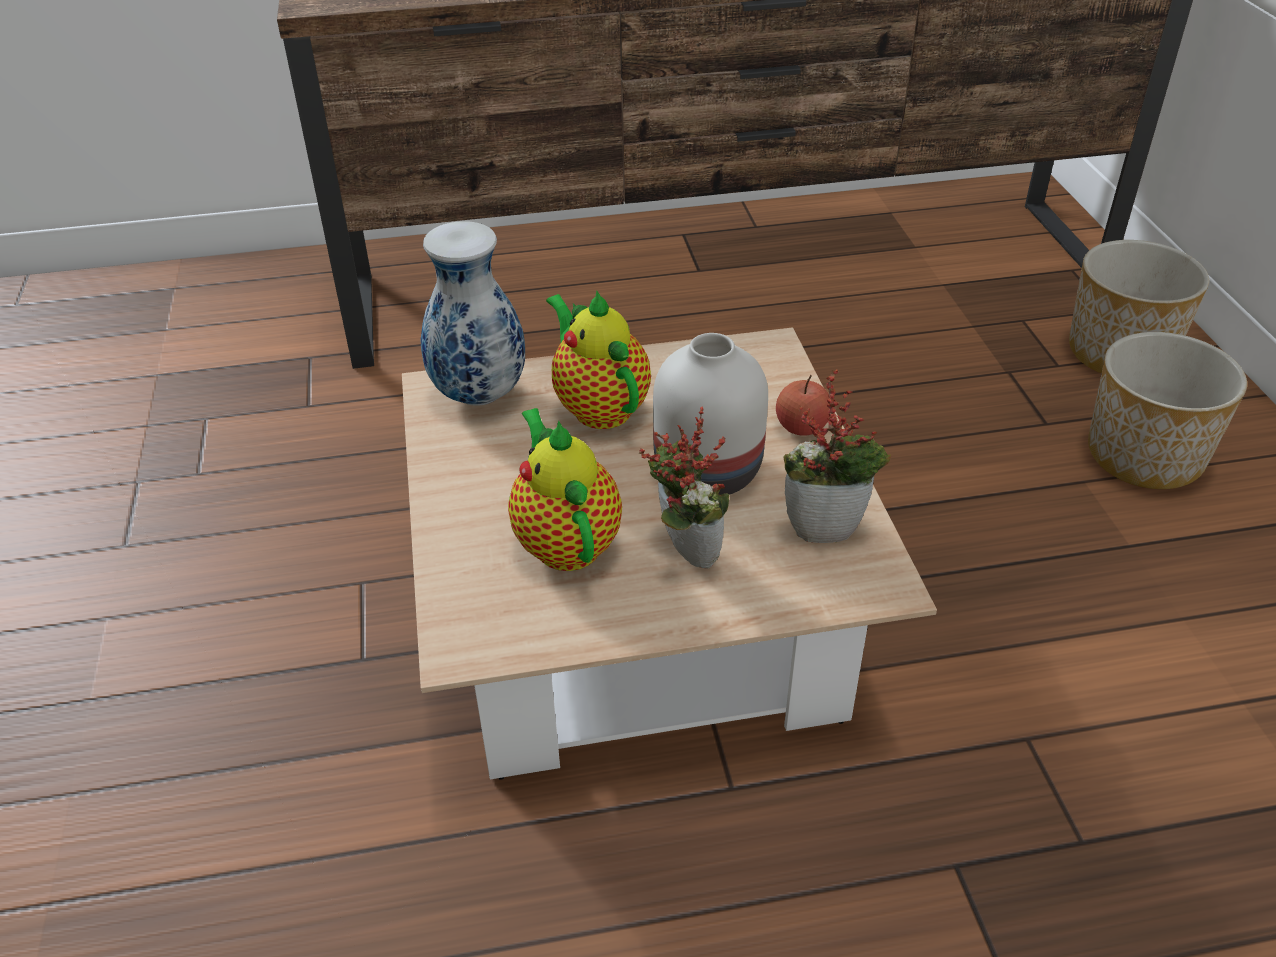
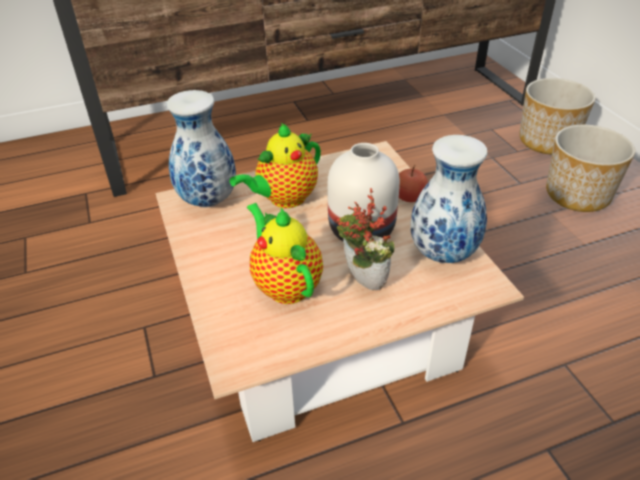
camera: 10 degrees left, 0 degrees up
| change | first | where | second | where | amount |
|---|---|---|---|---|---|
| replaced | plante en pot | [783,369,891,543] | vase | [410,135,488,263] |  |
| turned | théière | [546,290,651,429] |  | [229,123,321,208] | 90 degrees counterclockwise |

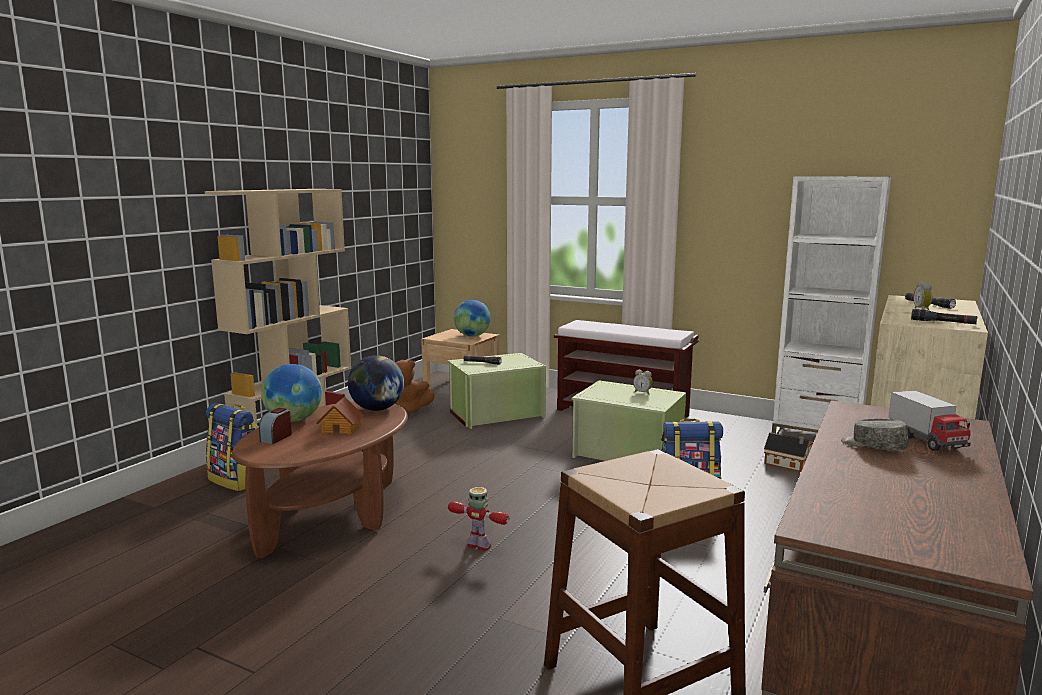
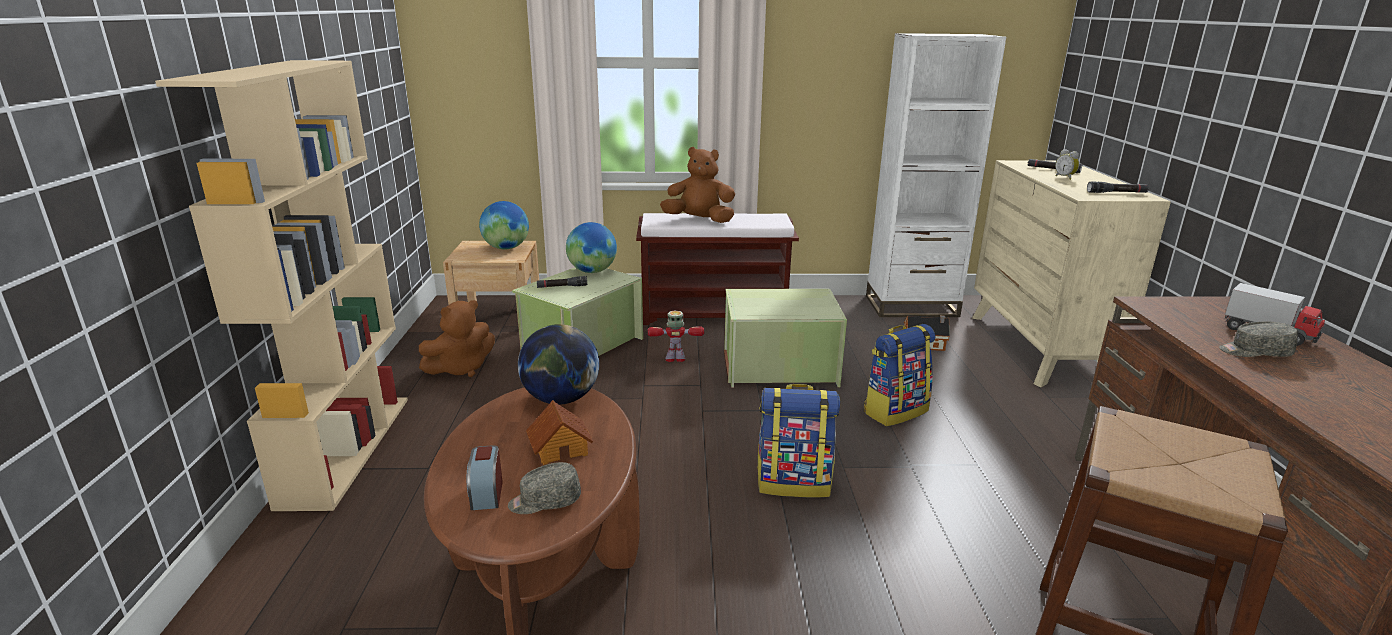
camera: 30 degrees left, 10 degrees up
| change | first | where | second | where | amount |
|---|---|---|---|---|---|
| removed | réveil | [633,369,653,395] |  |  |  |
| added |  |  | casquette/gris | [508,462,581,514] |  |
| added |  |  | peluche/marron | [660,147,735,223] |  |
| moved | sac à dos | [206,403,257,491] |  | [757,384,840,498] |  |
| moved | globe | [261,364,322,422] |  | [566,222,617,273] |  |
| moved | robot jouet | [448,487,509,551] |  | [648,310,704,362] |  |

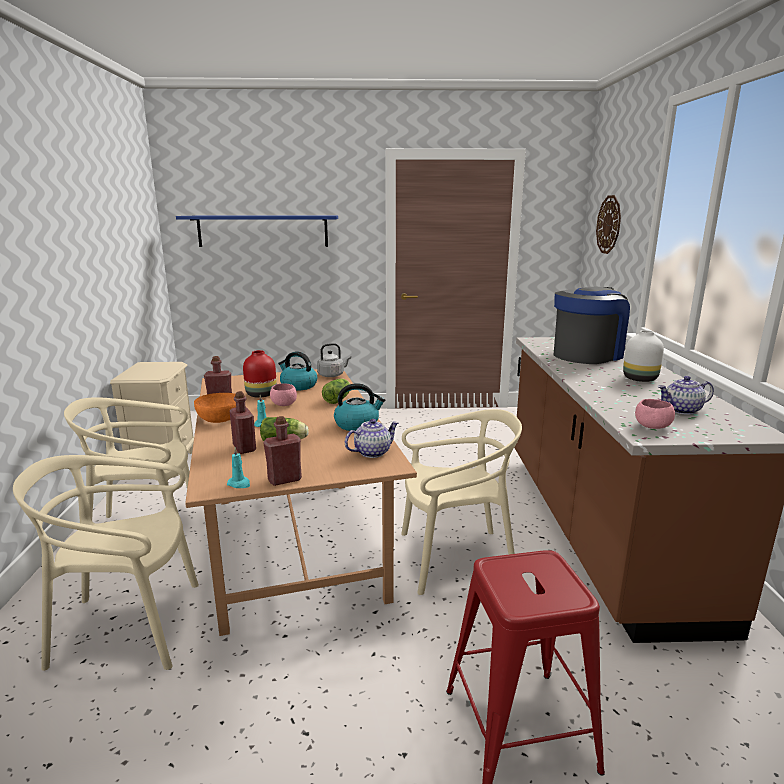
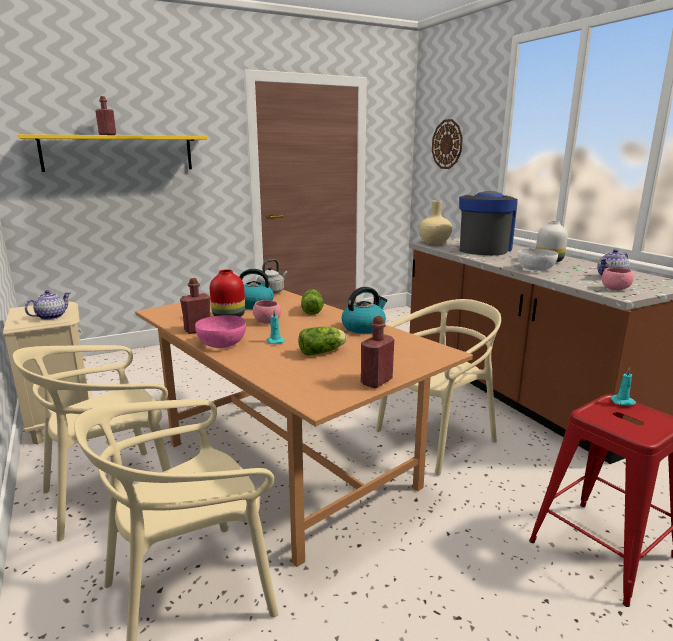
camera: 25 degrees left, 0 degrees up
| change | first | where | second | where | amount |
|---|---|---|---|---|---|
| added |  |  | vase/beige | [418,200,452,245] |  |
| added |  |  | bol/blanc | [517,249,558,271] |  |
| moved | bougie/turquoise | [227,447,250,488] |  | [611,367,636,406] |  |
| moved | bouteille/rouge | [230,391,256,454] |  | [96,96,116,135] |  |
| moved | théière | [345,419,399,458] |  | [25,290,71,320] |  |
| recoloured | étagère/bleu | [176,216,338,247] | étagère/jaune | [18,134,207,172] |  |
| recoloured | bol/orange | [194,393,236,423] | bol/rose | [195,315,246,348] |  |

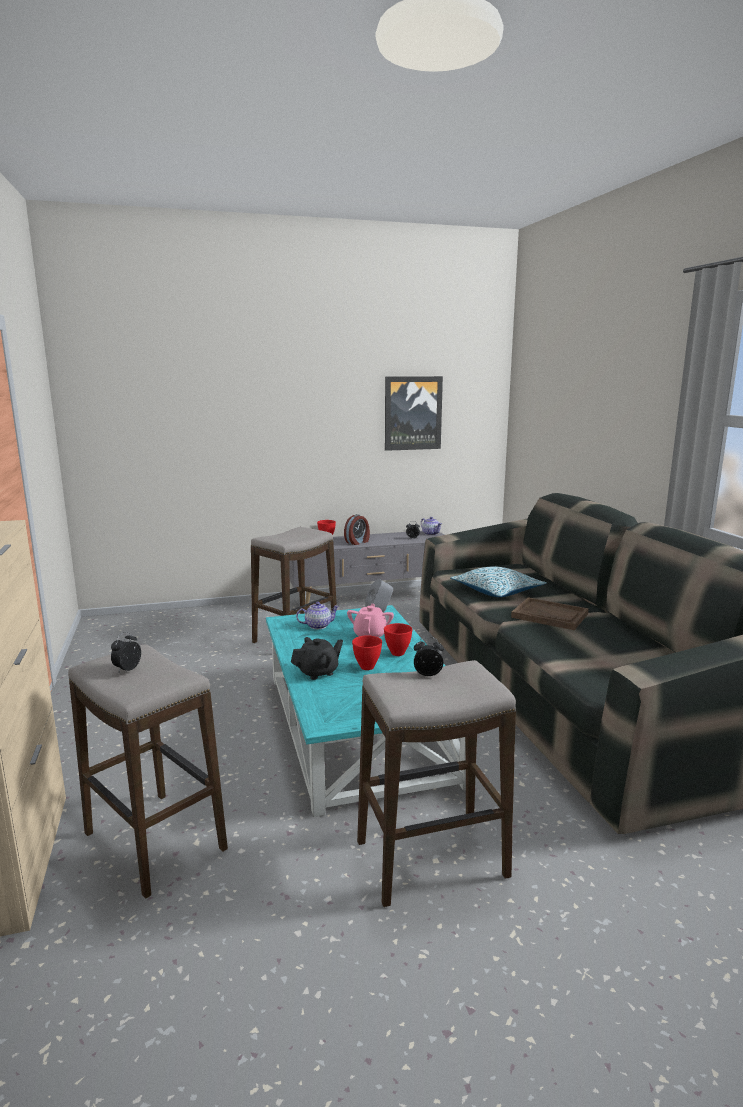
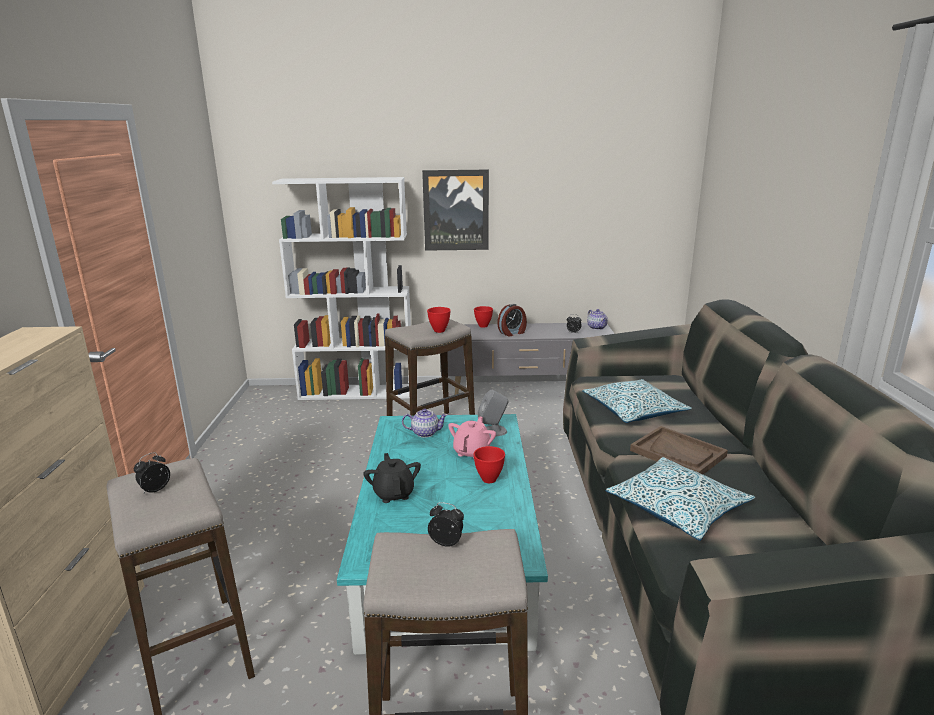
camera: 15 degrees right, 5 degrees up
| change | first | where | second | where | amount |
|---|---|---|---|---|---|
| added |  |  | bibliothèque/blanc | [272,177,411,400] |  |
| added |  |  | coussin | [606,457,755,541] |  |
| moved | bol/rouge | [352,635,382,670] |  | [427,307,451,333] |  |
| moved | tableau | [385,376,443,451] |  | [422,170,489,251] |  |
| turned | théière/noir | [291,637,343,680] |  | [363,453,421,503] | 90 degrees counterclockwise |

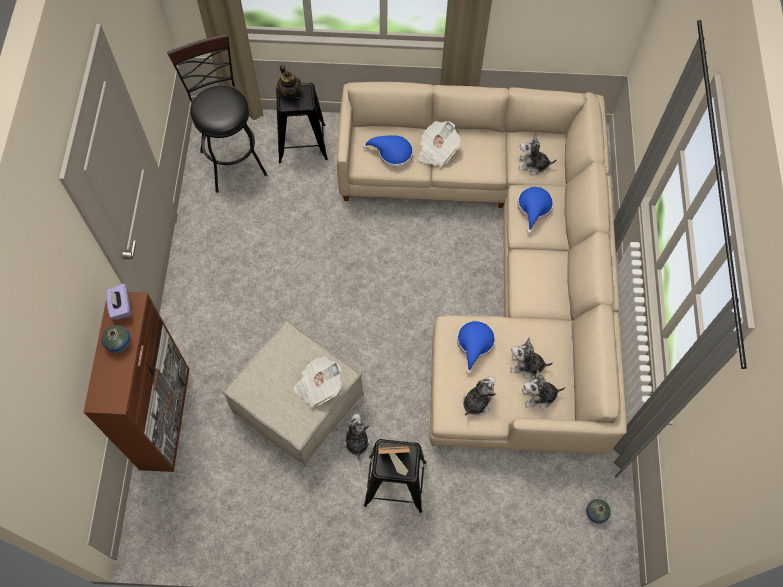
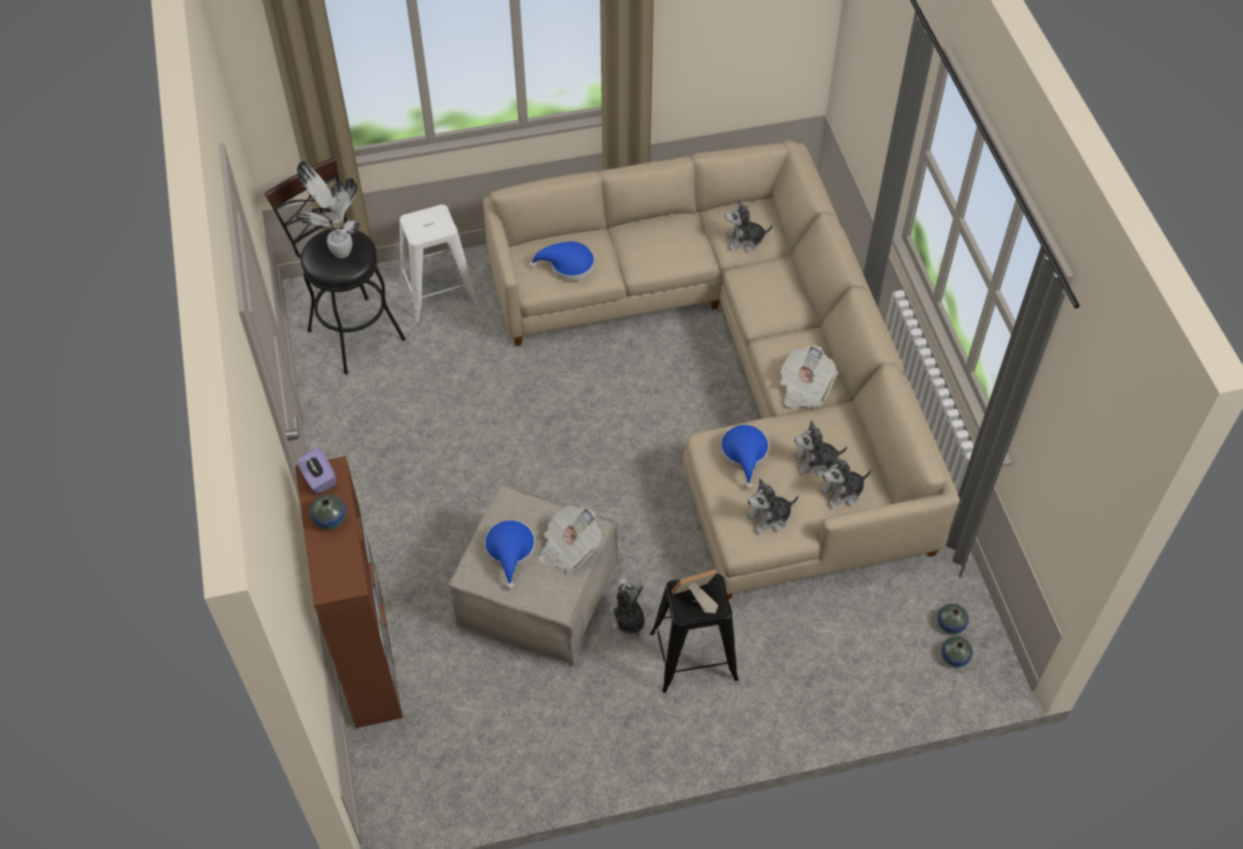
camera: 15 degrees left, 10 degrees down
| change | first | where | second | where | amount |
|---|---|---|---|---|---|
| removed | théière | [277,65,301,99] |  |  |  |
| added |  |  | plante en pot | [296,161,360,258] |  |
| added |  |  | vase | [941,636,973,667] |  |
| moved | journal | [418,121,461,167] |  | [780,345,837,408] |  |
| moved | chapeau/bleu | [517,187,553,234] |  | [484,520,535,589] |  |
| recoloured | tabouret/noir | [276,83,328,163] | tabouret/blanc | [400,204,478,322] |  |
| turned | peluche | [463,376,496,415] |  | [746,478,798,534] | 135 degrees counterclockwise |

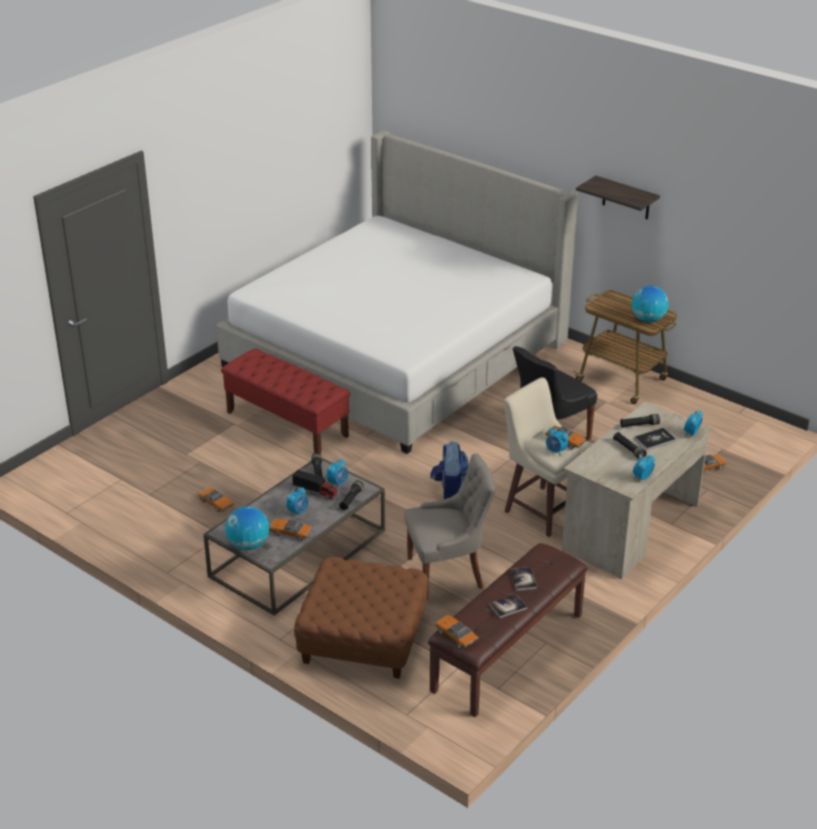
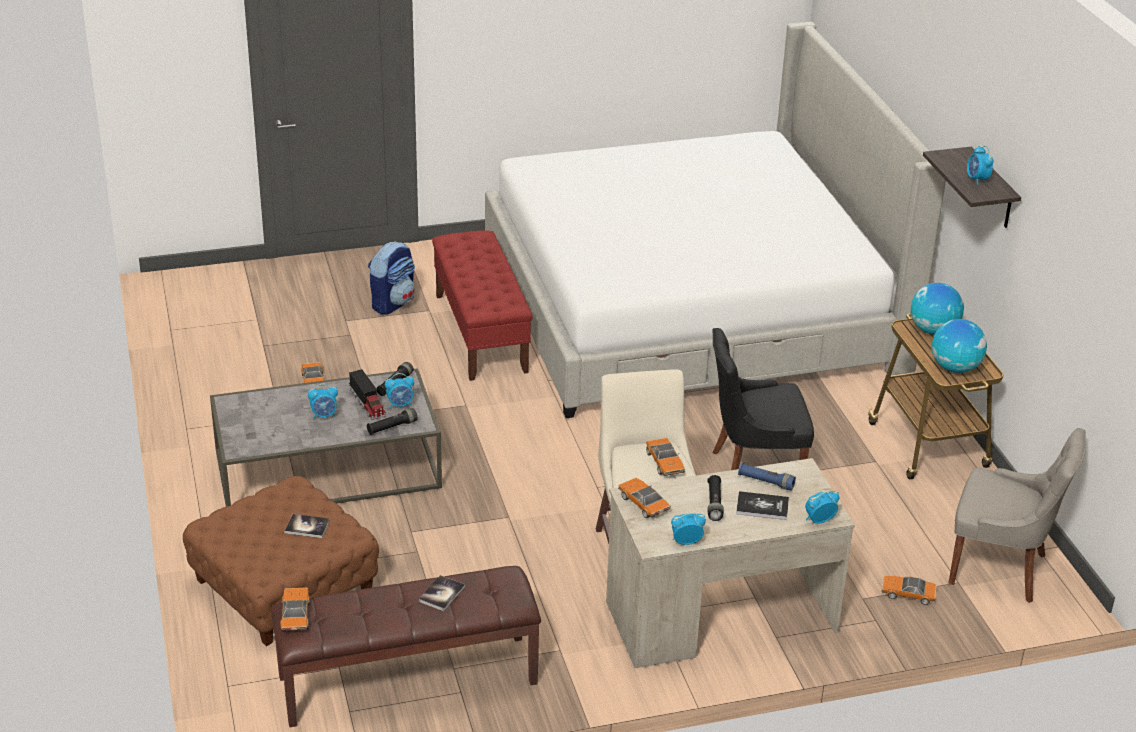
camera: 35 degrees right, 0 degrees up
| change | first | where | second | where | amount |
|---|---|---|---|---|---|
| moved | globe | [225,506,269,550] |  | [910,283,964,335] |  |
| moved | petite voiture | [269,519,312,541] |  | [618,478,671,518] |  |
| moved | chaise/gris | [404,454,496,600] |  | [948,428,1086,603] |  |
| moved | sac à dos | [430,442,469,500] |  | [368,241,415,314] |  |
| moved | livre | [489,594,527,618] |  | [285,514,330,538] |  |
| moved | réveil | [546,427,569,456] |  | [967,146,994,185] |  |
| recoloured | lampe de poche/noir | [620,414,660,428] | lampe de poche/bleu | [738,463,796,491] |  |

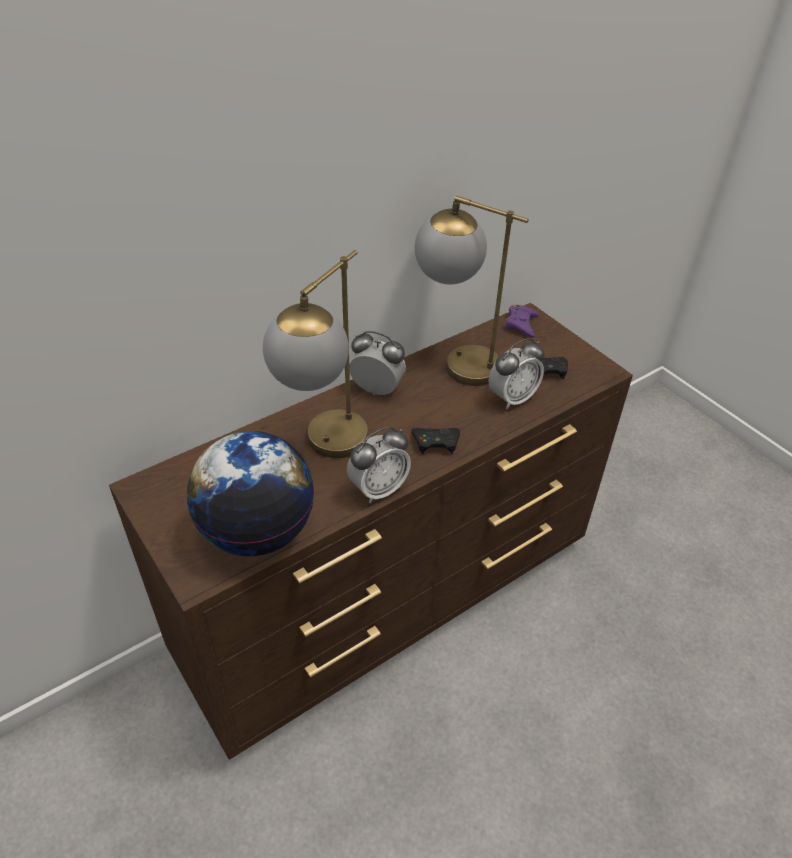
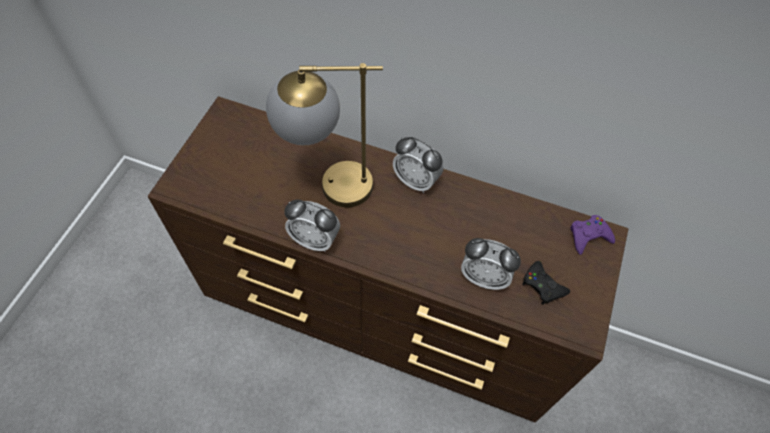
camera: 55 degrees right, 15 degrees up
| change | first | where | second | where | amount |
|---|---|---|---|---|---|
| removed | globe | [187,431,314,556] |  |  |  |
| removed | manette/noir | [411,427,460,454] |  |  |  |
| removed | lampe de table | [415,196,529,386] |  |  |  |
| turned | réveil | [349,331,406,395] |  | [393,137,444,193] | 135 degrees clockwise |

